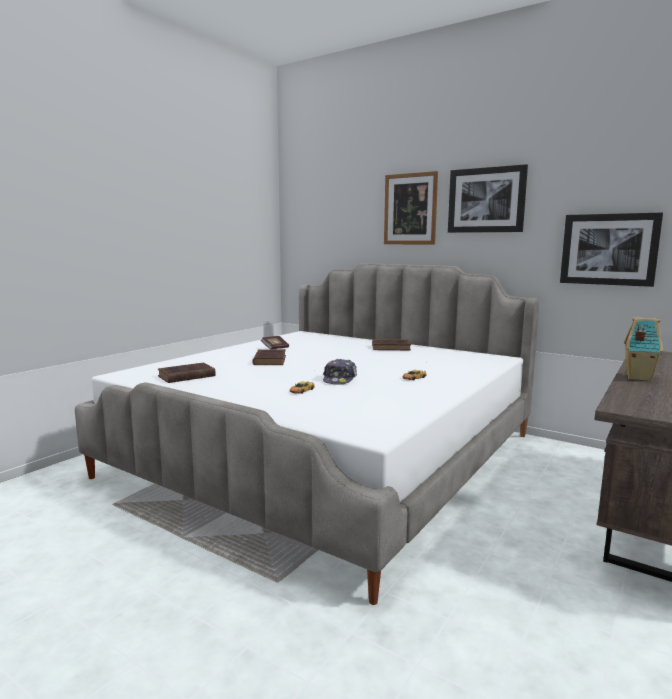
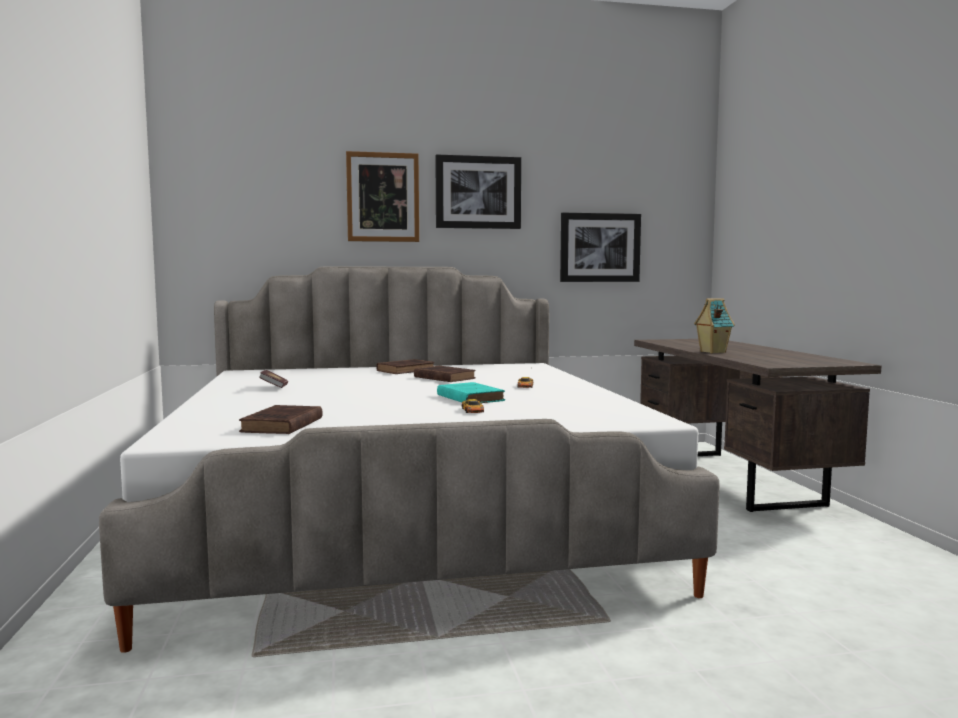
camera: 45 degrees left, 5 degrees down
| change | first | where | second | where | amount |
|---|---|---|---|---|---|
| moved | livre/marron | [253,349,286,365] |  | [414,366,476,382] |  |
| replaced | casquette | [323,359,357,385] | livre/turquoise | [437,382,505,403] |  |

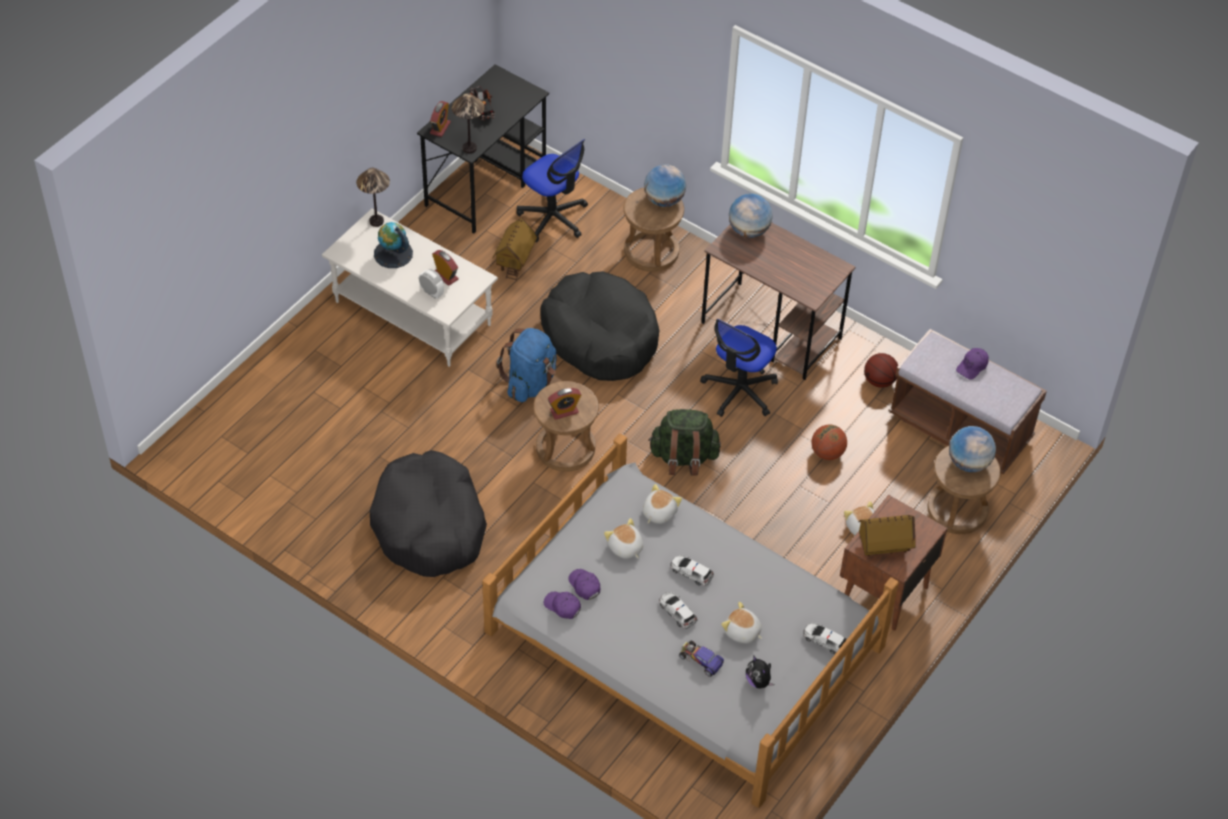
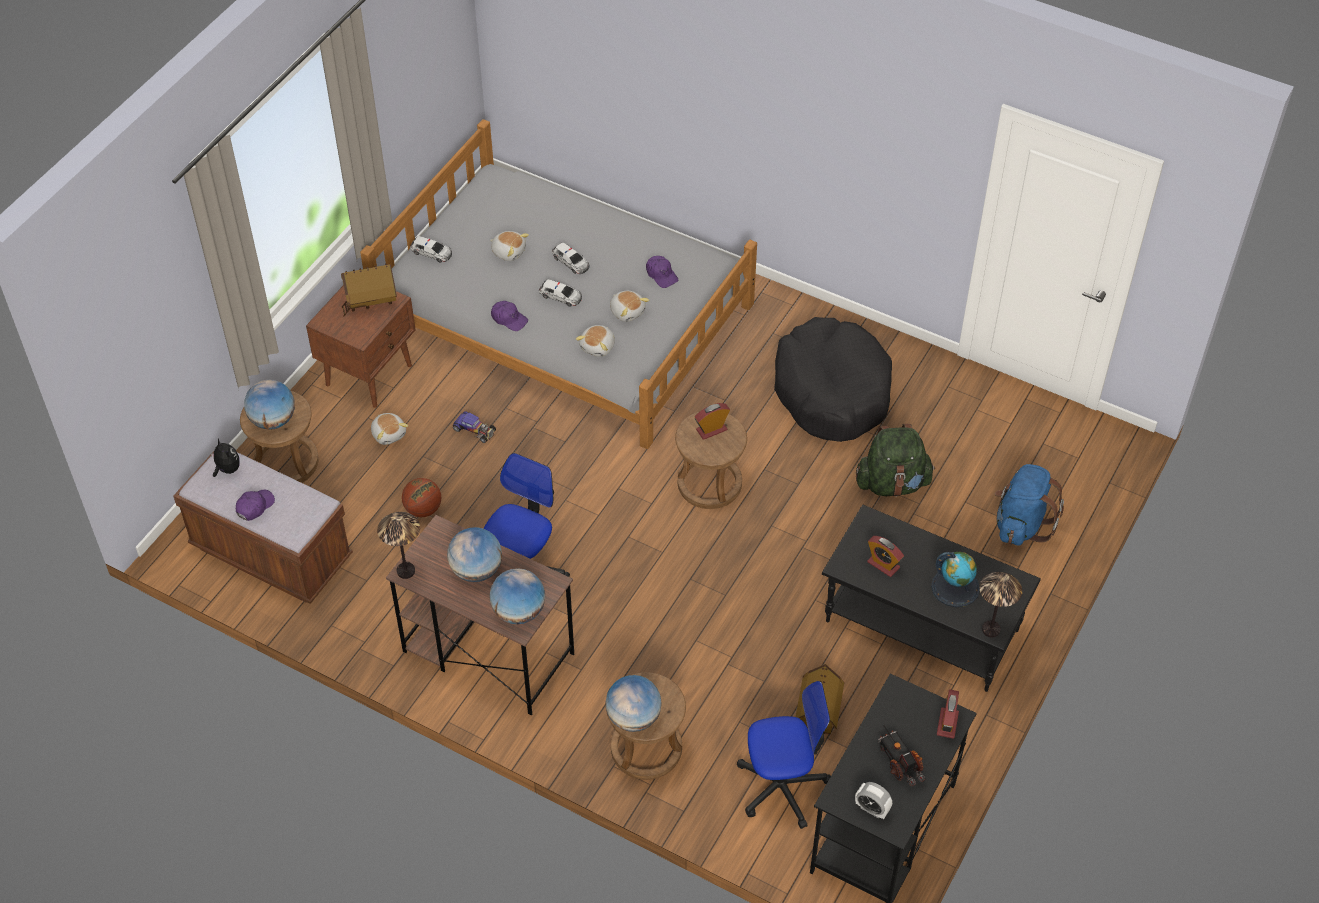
camera: 175 degrees right, 0 degrees up
| change | first | where | second | where | amount |
|---|---|---|---|---|---|
| removed | panier pour chien/noir | [540,271,659,381] |  |  |  |
| removed | ballon de basket | [864,353,898,388] |  |  |  |
| added |  |  | globe | [447,527,502,582] |  |
| moved | réveil | [419,269,444,299] |  | [855,782,892,819] |  |
| moved | lampe de table | [452,93,485,153] |  | [377,512,420,579] |  |
| moved | sac à dos/bleu | [497,328,557,402] |  | [995,464,1064,546] |  |
| moved | casquette/violet | [544,592,581,619] |  | [491,301,528,331] |  |
| moved | sac à dos/vert | [648,409,721,476] |  | [856,424,935,497] |  |
| moved | petite voiture | [679,641,724,677] |  | [453,411,496,443] |  |
| moved | peluche | [746,655,774,689] |  | [211,438,240,477] |  |
| recoloured | table basse/blanc | [322,208,498,367] | table basse/noir | [822,505,1041,692] |  |
| turned | chaise de bureau | [516,139,588,242] |  | [737,681,831,829] | 135 degrees clockwise |

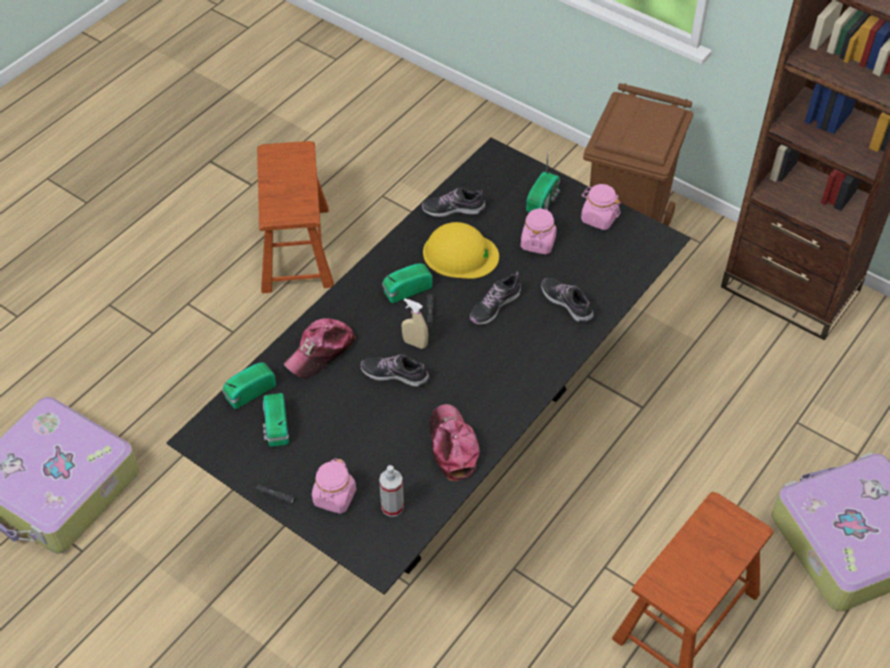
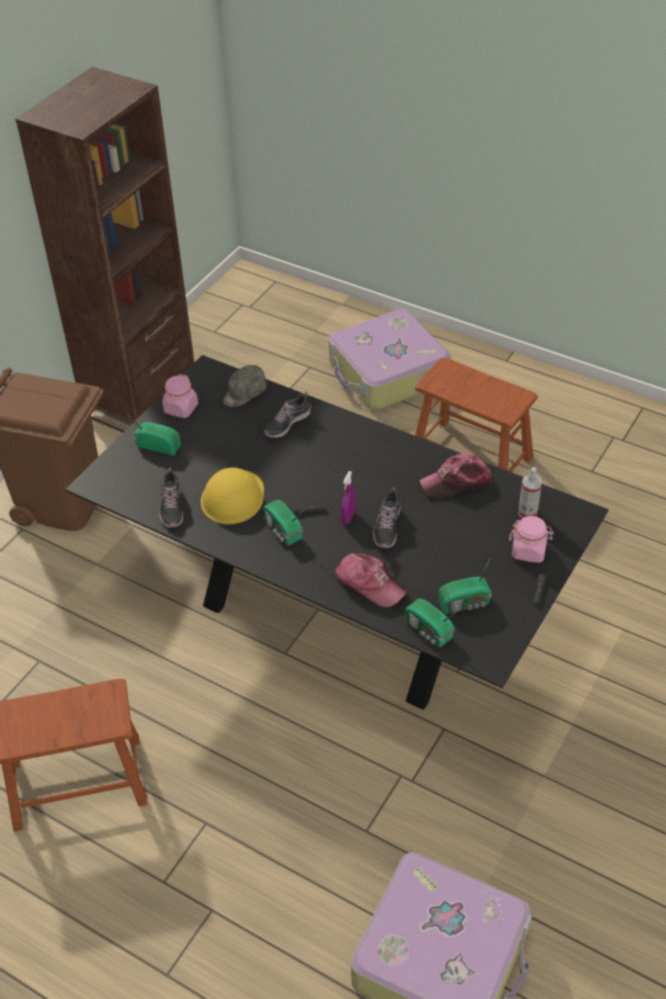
camera: 95 degrees left, 5 degrees down
| change | first | where | second | where | amount |
|---|---|---|---|---|---|
| removed | chaussure | [470,272,522,325] |  |  |  |
| removed | bocal/rose | [521,207,557,254] |  |  |  |
| added |  |  | casquette/gris | [223,365,267,407] |  |
| recoloured | vaporisateur/beige | [402,298,428,349] | vaporisateur/violet | [341,471,355,525] |  |

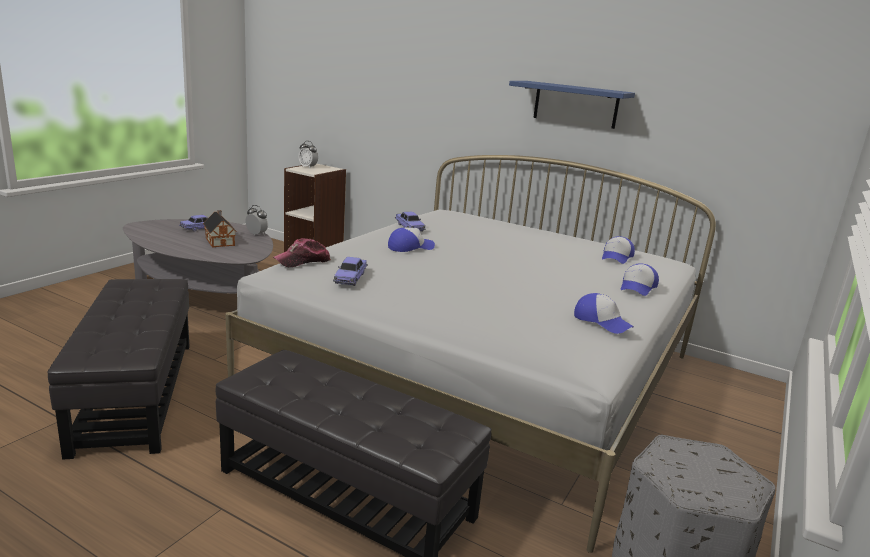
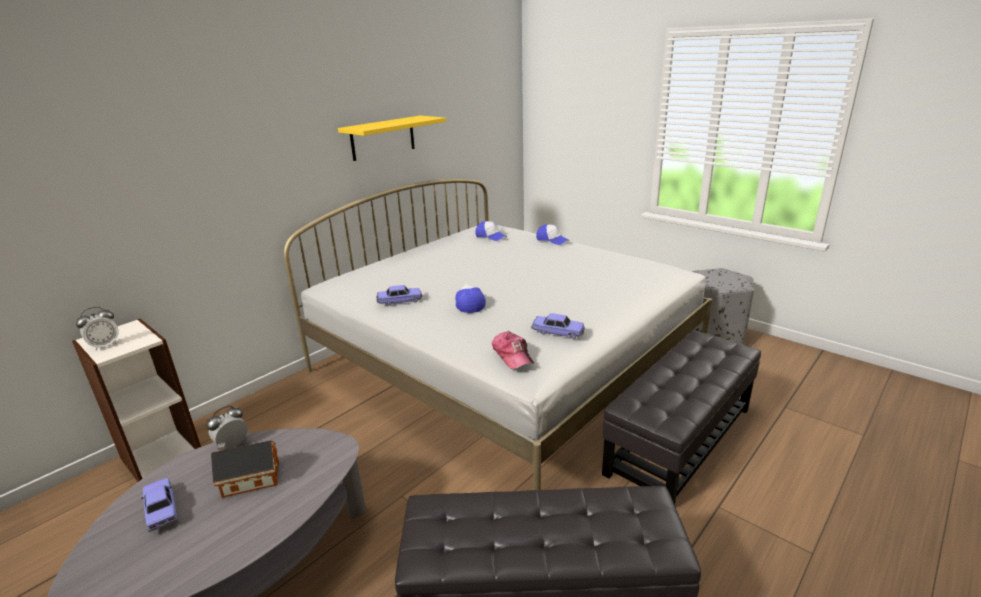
camera: 75 degrees left, 5 degrees up
| change | first | where | second | where | amount |
|---|---|---|---|---|---|
| removed | casquette | [574,293,634,334] |  |  |  |
| recoloured | étagère/bleu | [509,81,635,129] | étagère/jaune | [338,116,446,161] |  |

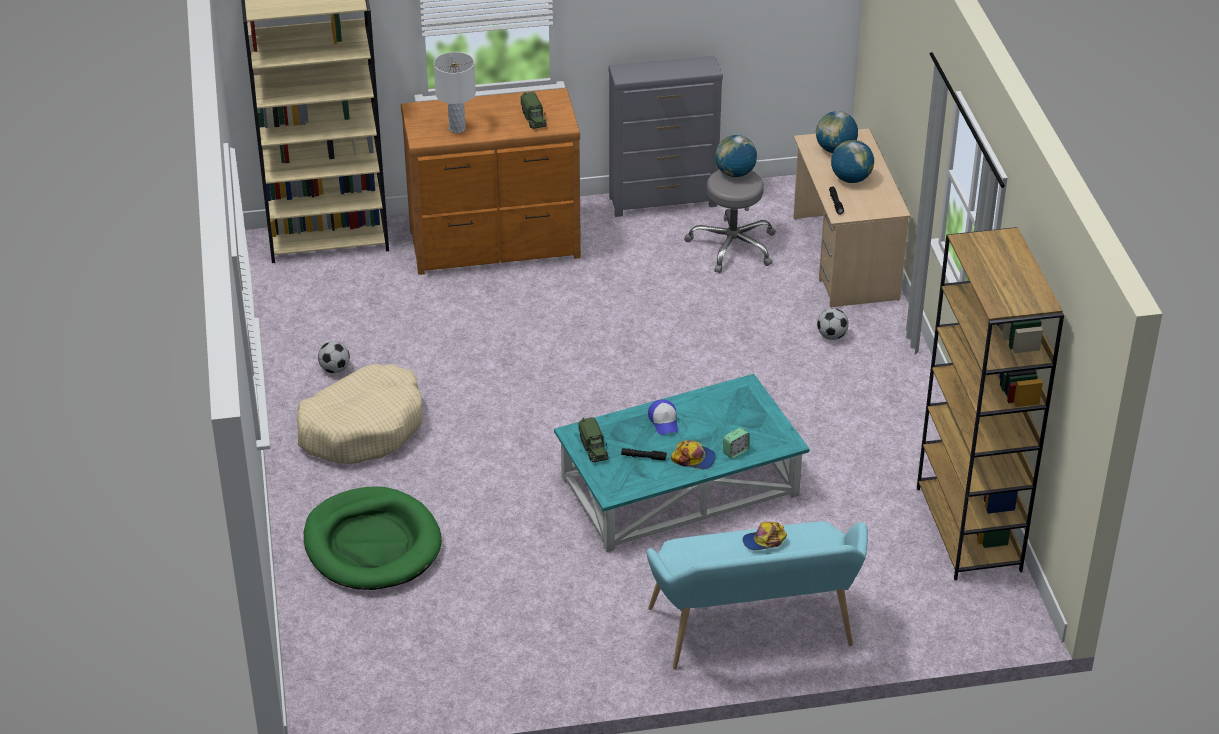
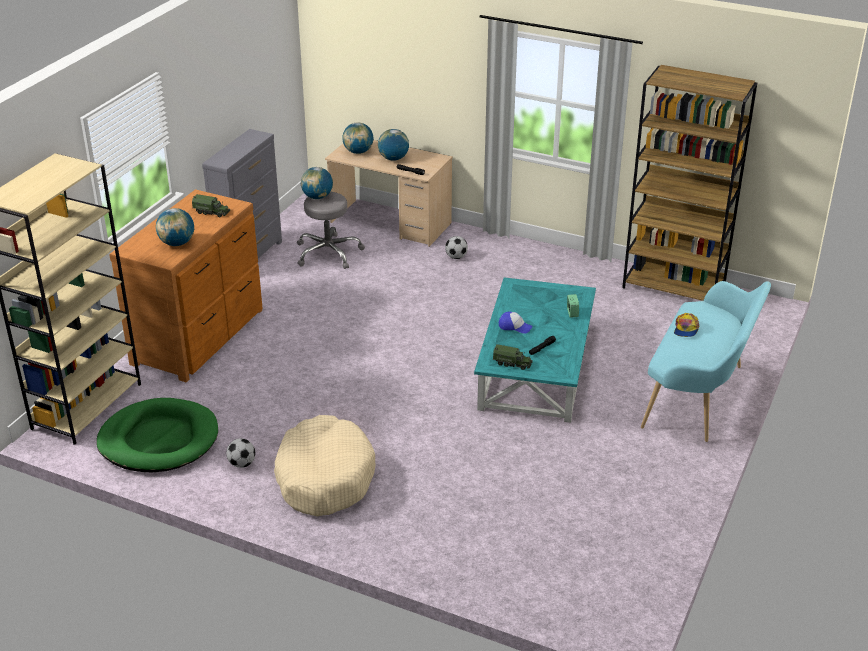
camera: 55 degrees left, 5 degrees down
| change | first | where | second | where | amount |
|---|---|---|---|---|---|
| removed | casquette | [671,440,716,470] |  |  |  |
| moved | panier pour chien/vert | [304,486,442,590] |  | [96,398,218,472] |  |
| replaced | lampe de table/blanc | [434,52,476,133] | globe | [156,208,194,246] |  |

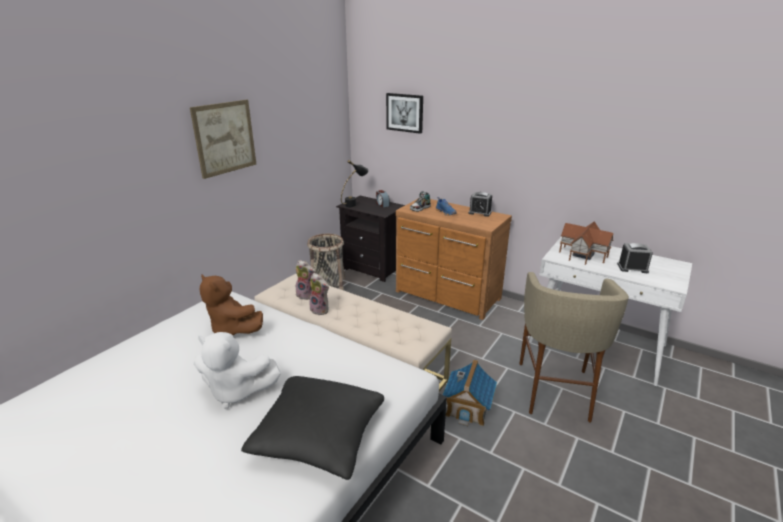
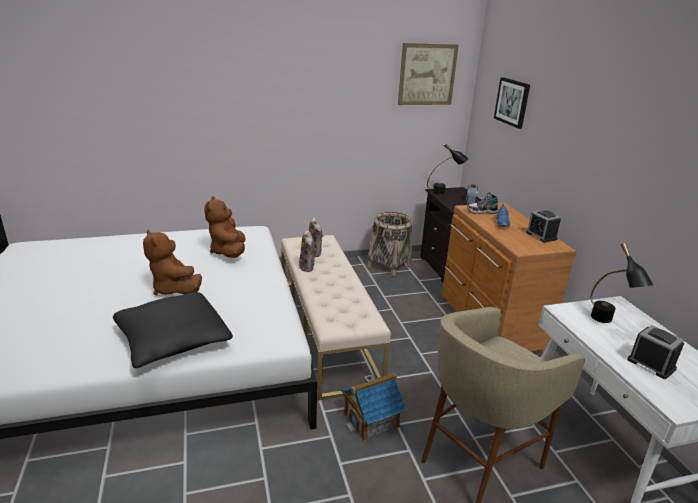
camera: 40 degrees right, 0 degrees up
| change | first | where | second | where | amount |
|---|---|---|---|---|---|
| moved | tableau | [190,100,256,179] |  | [398,43,459,105] |  |
| replaced | maison miniature | [559,221,614,265] | lampe de table/noir | [590,243,654,323] |  |
| recoloured | peluche/blanc | [194,332,281,409] | peluche/marron | [143,230,202,296] |  |

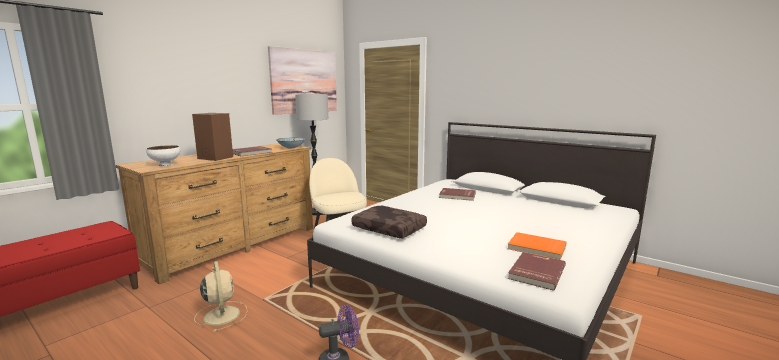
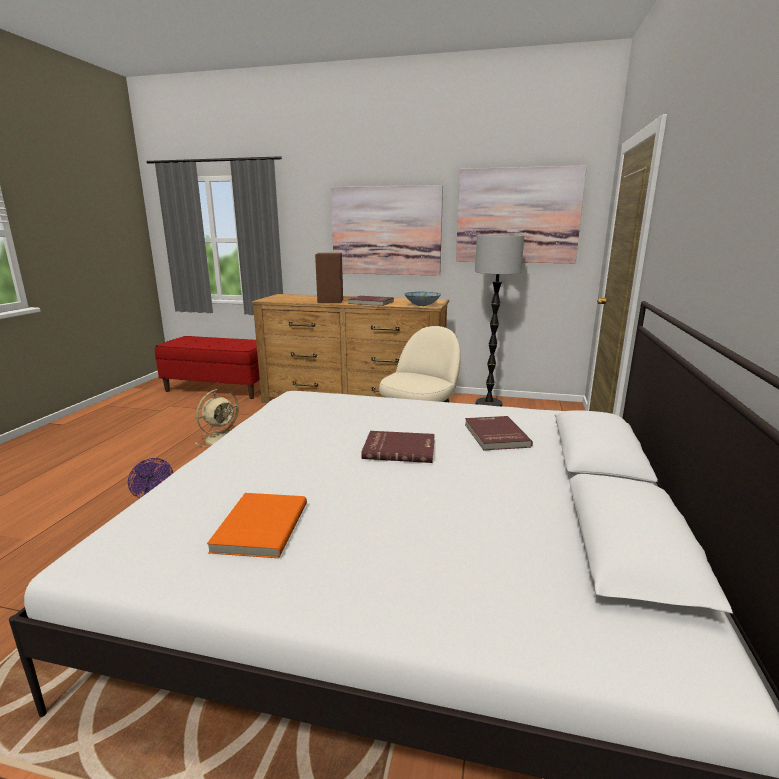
camera: 65 degrees right, 5 degrees up
| change | first | where | second | where | amount |
|---|---|---|---|---|---|
| removed | bol/blanc | [146,145,180,166] |  |  |  |
| removed | coussin/marron | [352,206,427,239] |  |  |  |
| added |  |  | tableau | [331,185,443,276] |  |
| moved | livre/rouge | [508,252,566,291] |  | [361,431,435,463] |  |

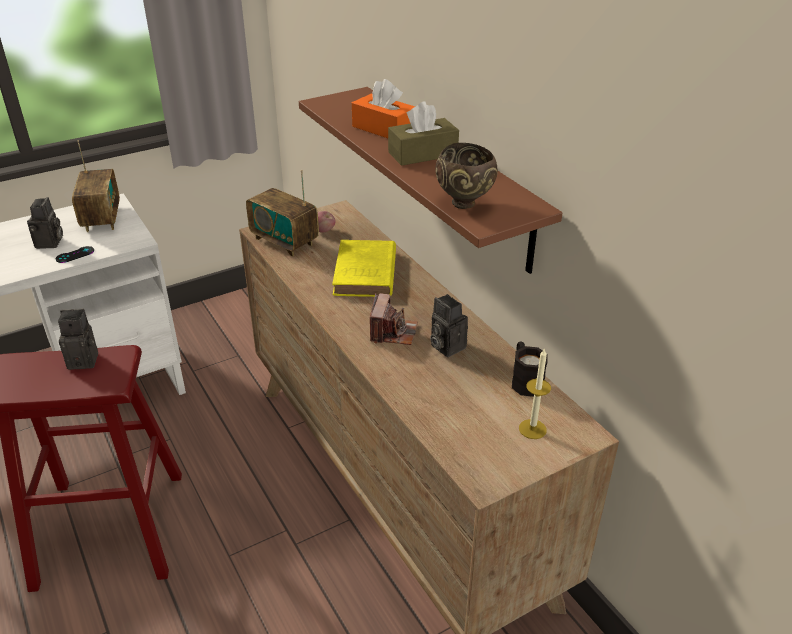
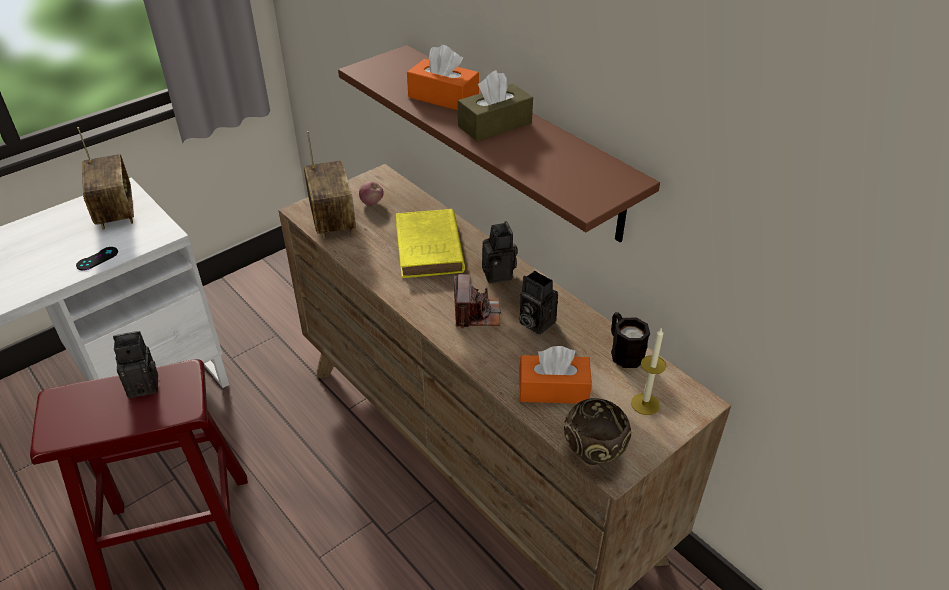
camera: 10 degrees left, 5 degrees up
| change | first | where | second | where | amount |
|---|---|---|---|---|---|
| added |  |  | boîte à mouchoirs/orange | [519,346,592,404] |  |
| moved | appareil photo | [27,197,63,249] |  | [482,221,518,283] |  |
| moved | bol/marron | [436,143,498,209] |  | [564,398,631,465] |  |
| turned | radio | [246,170,319,257] |  | [304,131,356,239] | 135 degrees counterclockwise |

